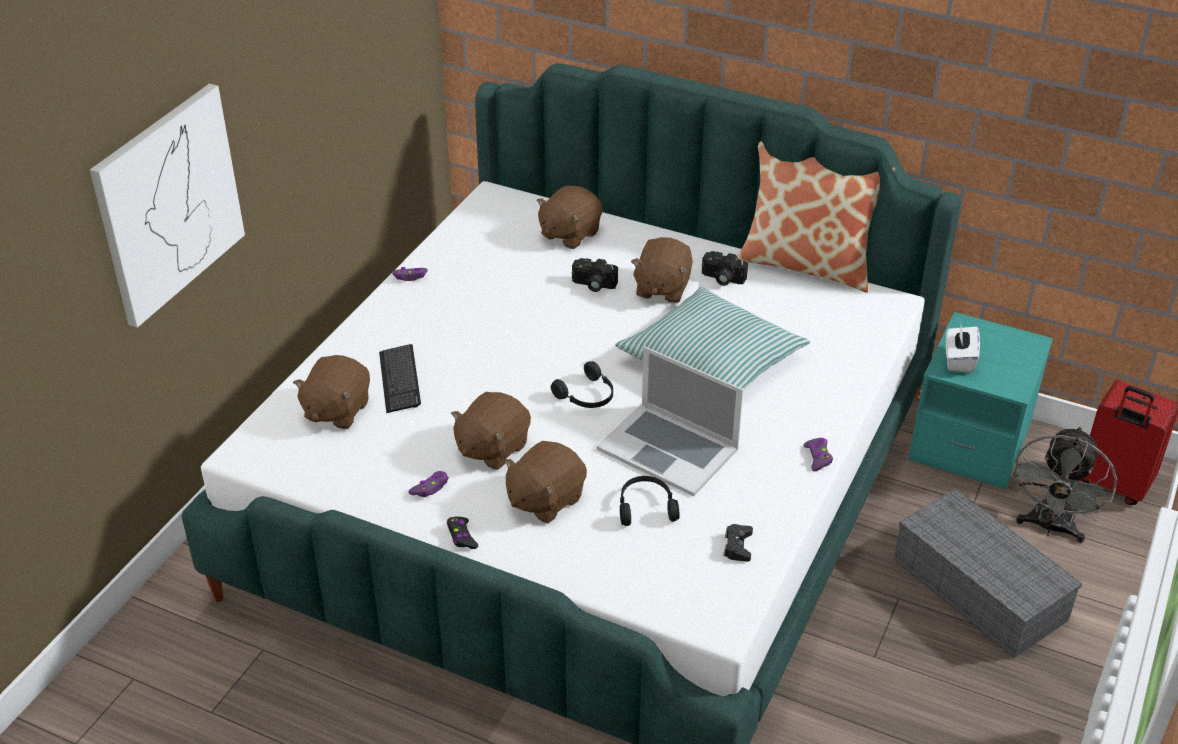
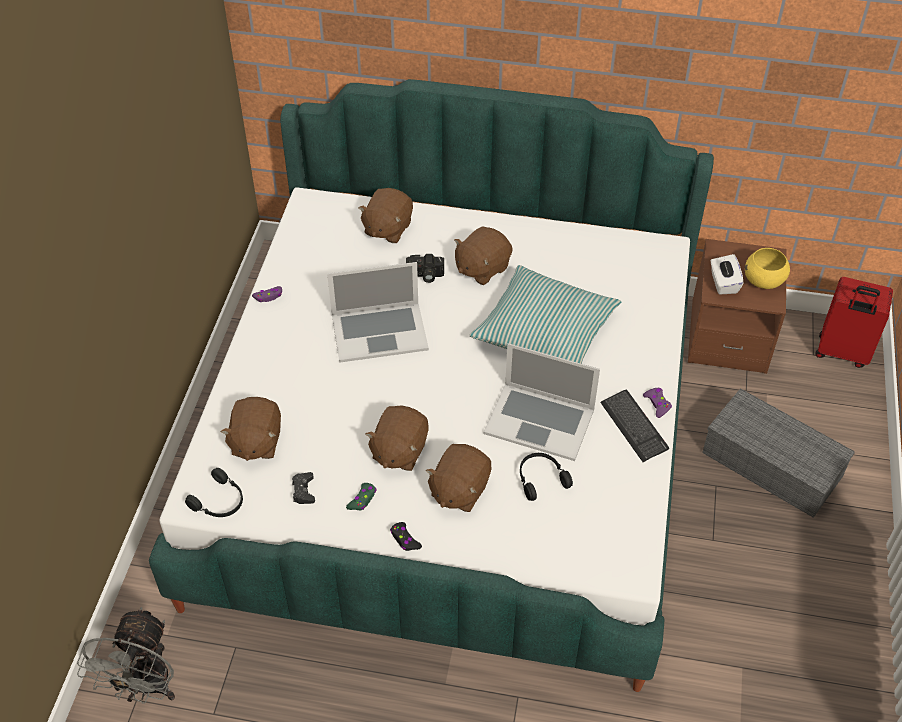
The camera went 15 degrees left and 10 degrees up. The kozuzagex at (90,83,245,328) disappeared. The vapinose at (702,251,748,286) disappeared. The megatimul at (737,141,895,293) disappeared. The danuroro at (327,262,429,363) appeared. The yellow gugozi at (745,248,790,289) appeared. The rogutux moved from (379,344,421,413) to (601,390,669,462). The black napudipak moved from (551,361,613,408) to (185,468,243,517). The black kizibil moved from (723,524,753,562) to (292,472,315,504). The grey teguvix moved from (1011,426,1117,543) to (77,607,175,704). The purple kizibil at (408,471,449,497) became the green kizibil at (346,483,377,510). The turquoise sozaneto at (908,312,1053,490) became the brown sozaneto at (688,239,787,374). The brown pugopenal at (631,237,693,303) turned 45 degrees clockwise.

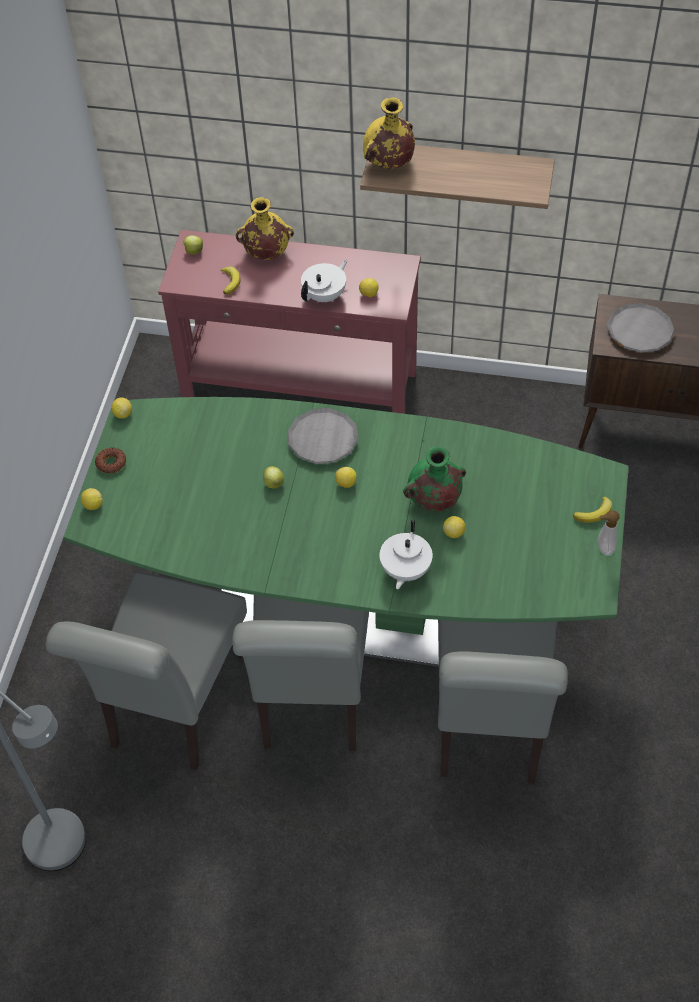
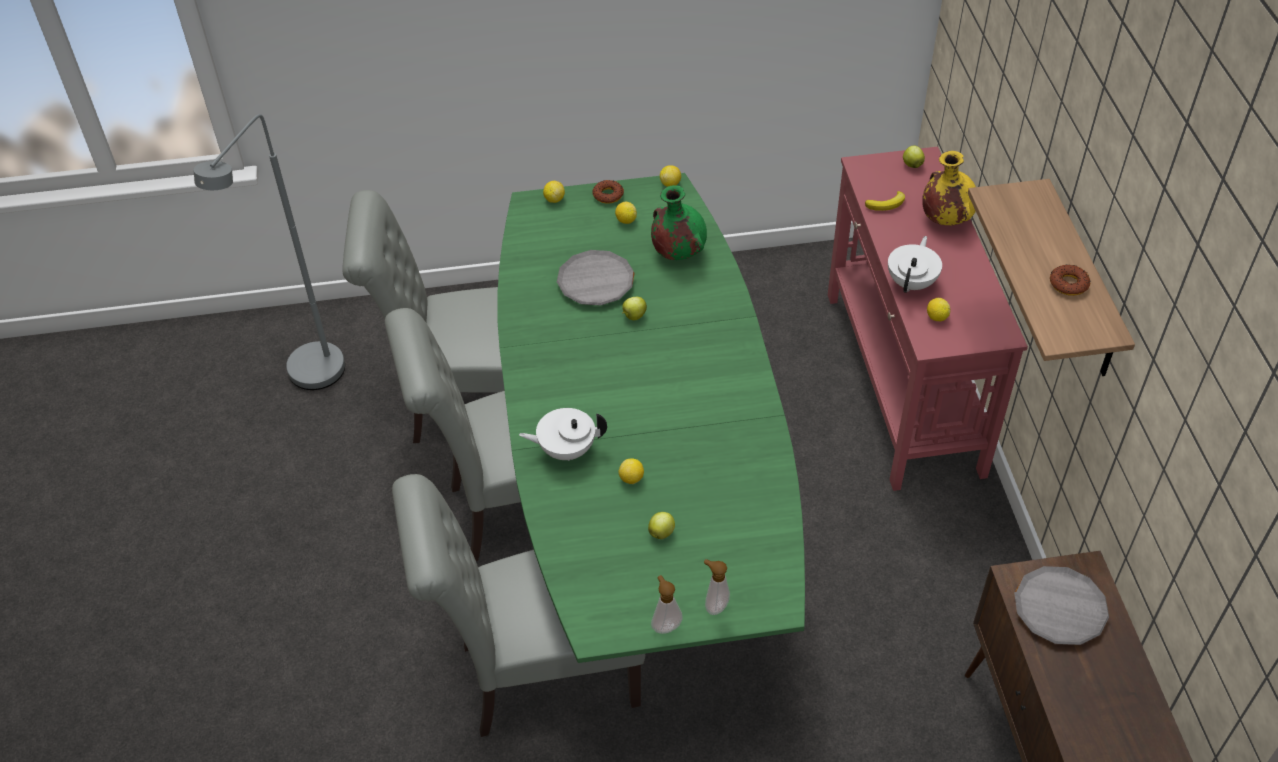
The camera went 70 degrees right and 5 degrees down. The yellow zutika at (363,97,415,169) disappeared. The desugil at (648,512,675,539) appeared. The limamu at (1050,264,1091,296) appeared. The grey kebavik moved from (287,408,358,464) to (557,250,635,306). The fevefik moved from (335,467,357,488) to (615,202,637,224). The green zutika moved from (403,446,466,511) to (651,185,707,260). The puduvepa at (573,496,612,523) was replaced by the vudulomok at (704,559,730,615). The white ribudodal at (301,260,348,302) turned 90 degrees counterclockwise.

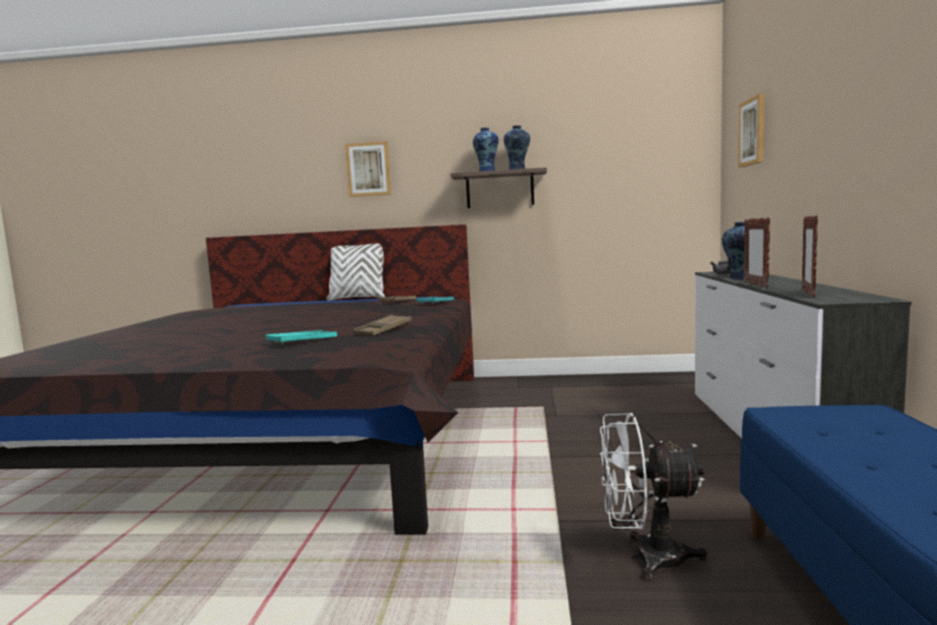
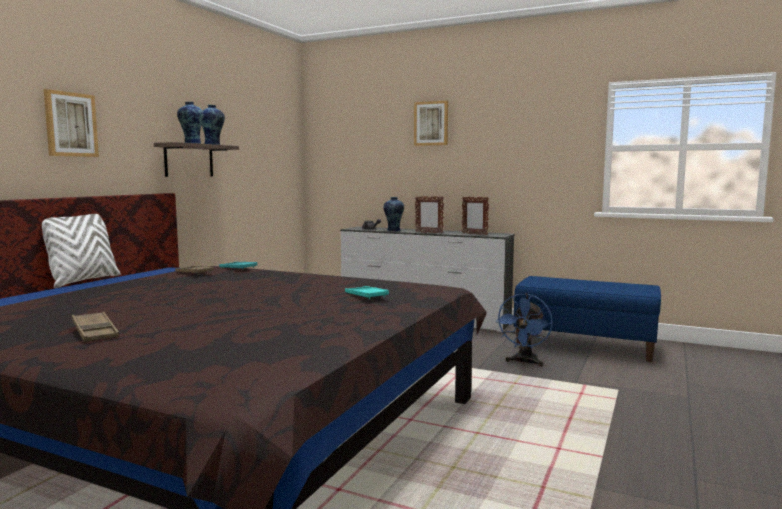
The camera went 70 degrees left and 0 degrees up. The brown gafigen moved from (353,315,412,336) to (72,312,119,342). The kozuzagex moved from (738,93,765,167) to (414,101,448,146). The white teguvix at (600,413,707,581) became the blue teguvix at (495,293,553,367).

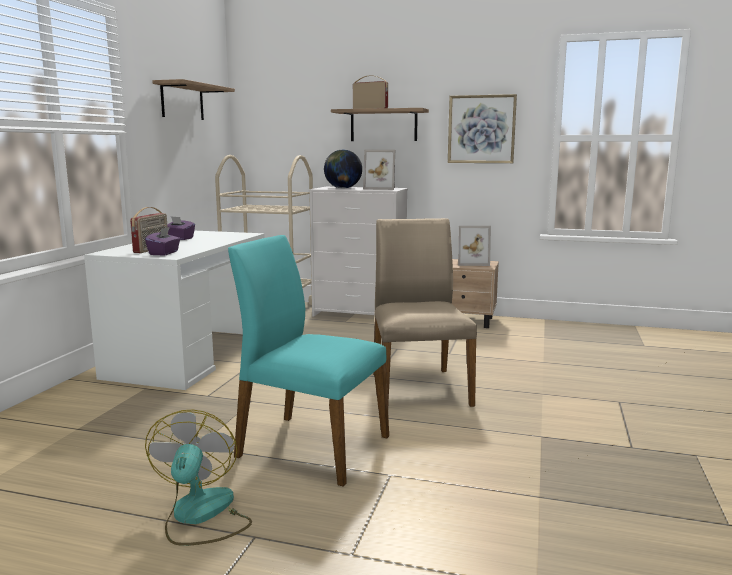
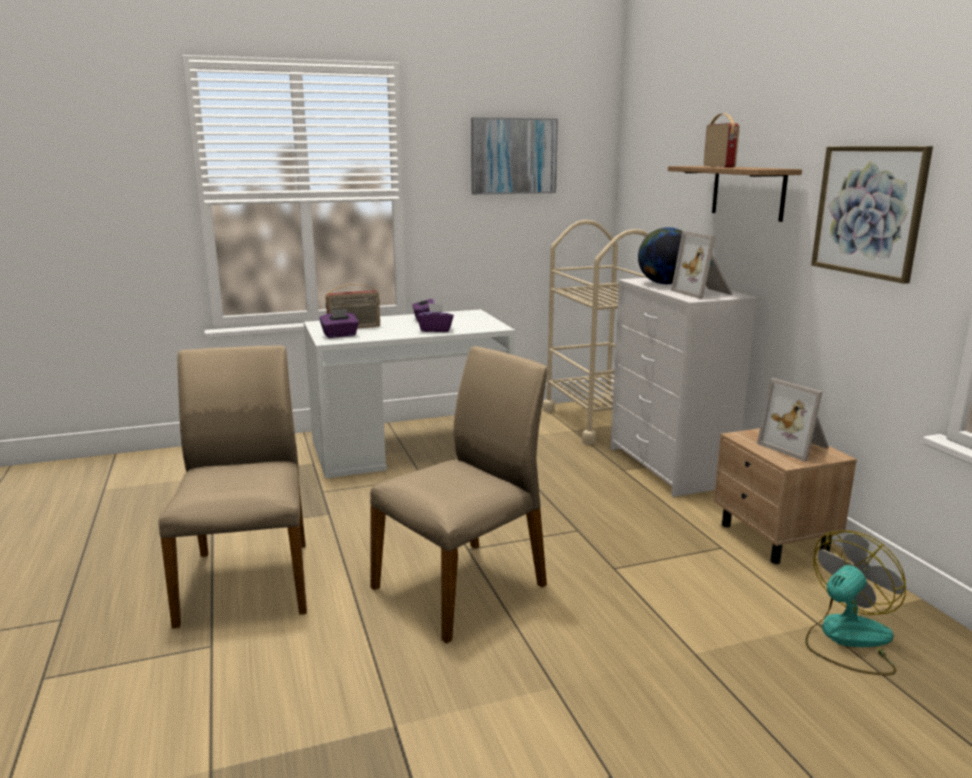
The camera went 55 degrees right and 5 degrees up. The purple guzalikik at (417,303,454,332) appeared. The teguvix moved from (145,410,252,546) to (805,530,906,675). The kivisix at (152,79,235,120) was replaced by the kozuzagex at (471,117,558,195). The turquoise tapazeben at (228,235,389,487) became the beige tapazeben at (159,345,307,628).

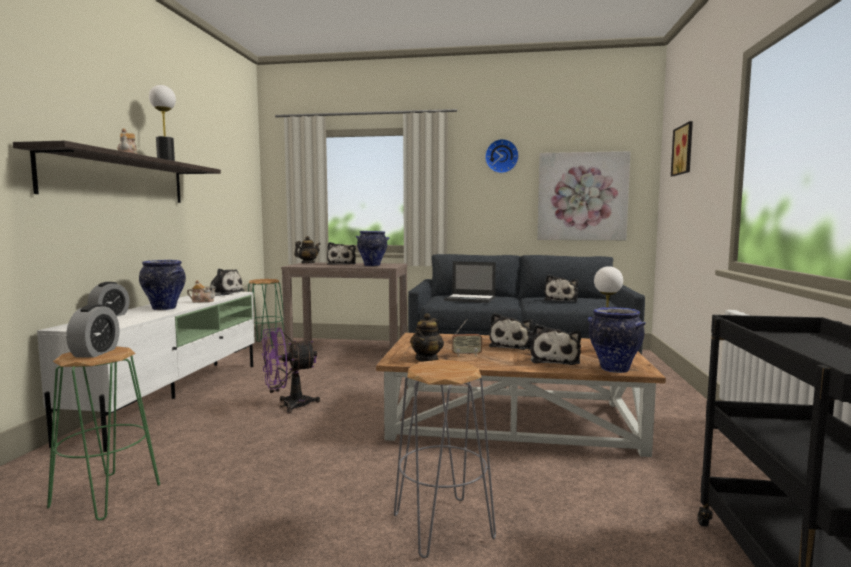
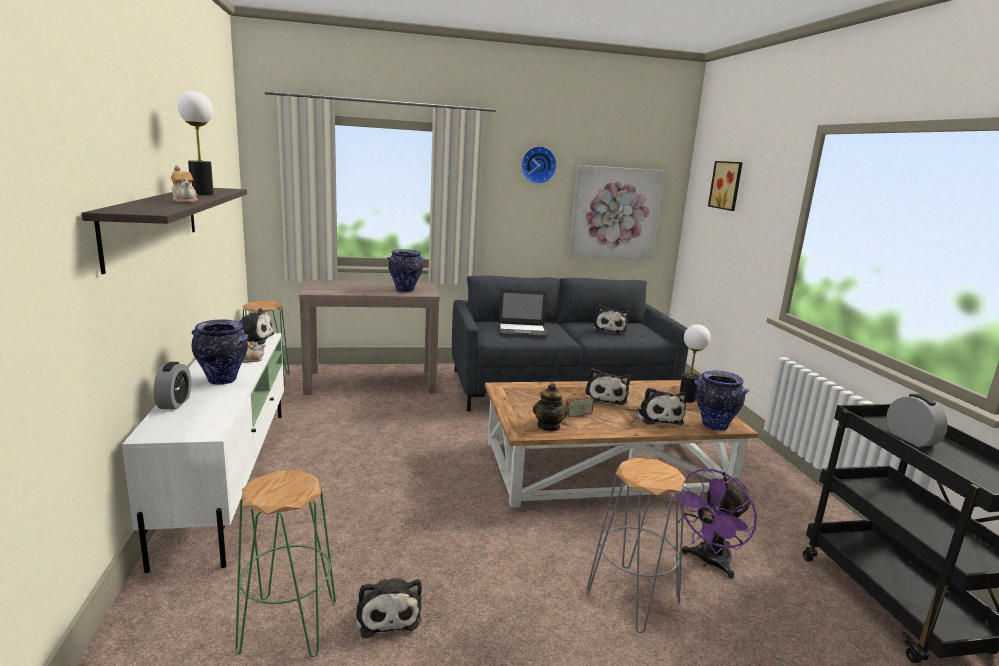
The camera went 20 degrees left and 10 degrees up. The ribudodal at (294,236,320,263) disappeared. The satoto moved from (66,304,119,357) to (886,394,948,447). The purple teguvix moved from (262,327,320,414) to (673,469,757,579). The pugopenal moved from (327,242,356,265) to (356,578,422,638).

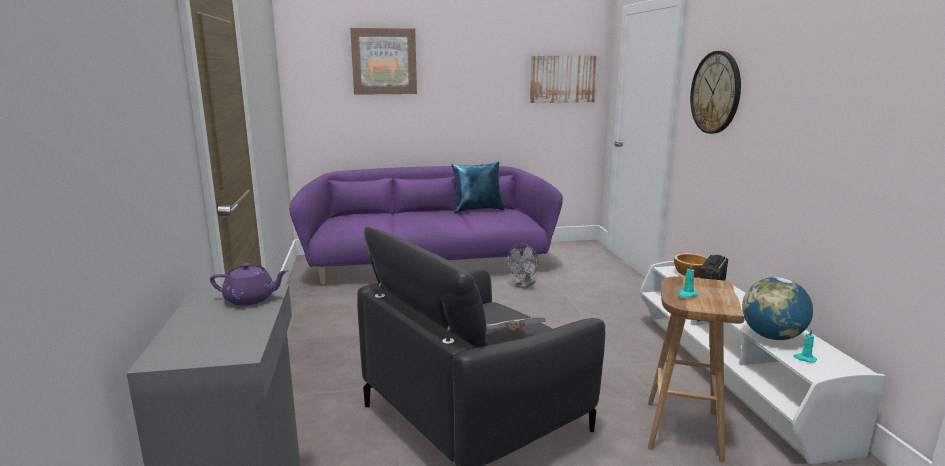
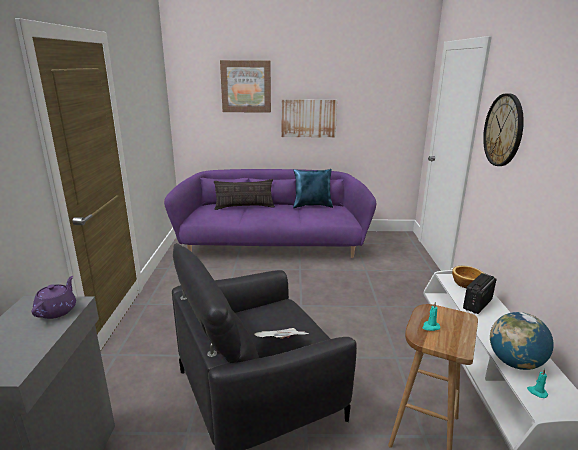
The camera went 10 degrees right and 5 degrees up. The grey teguvix at (507,243,538,289) disappeared. The megatimul at (214,179,275,210) appeared. The kozuzagex moved from (530,56,599,103) to (281,99,337,138). The purple ribudodal at (210,263,288,306) turned 90 degrees counterclockwise.

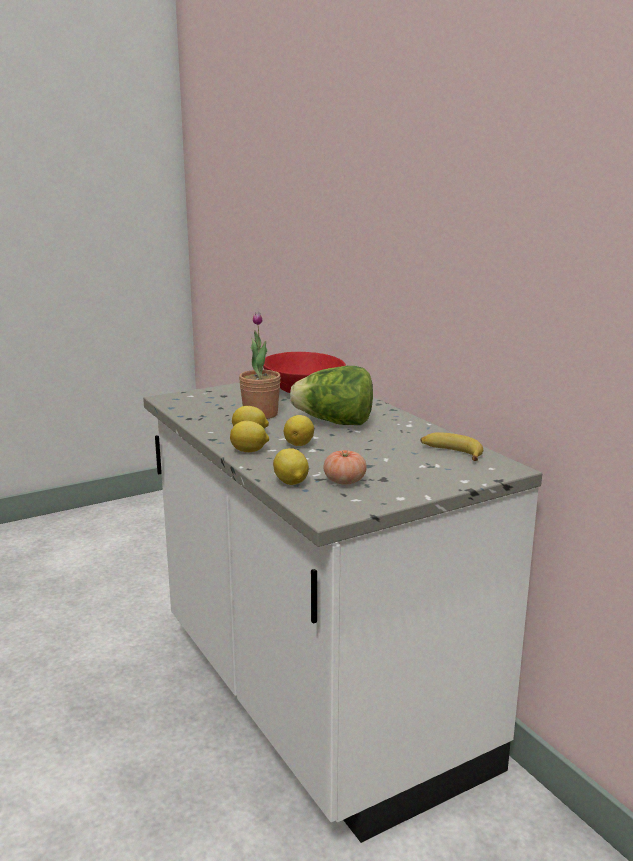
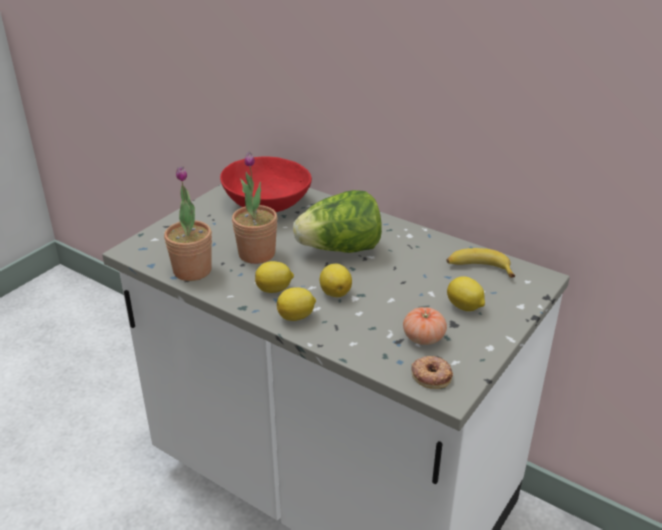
The camera went 25 degrees left and 15 degrees up. The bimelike at (164,166,212,281) appeared. The limamu at (411,356,453,389) appeared. The fevefik moved from (273,448,309,485) to (447,276,485,311).

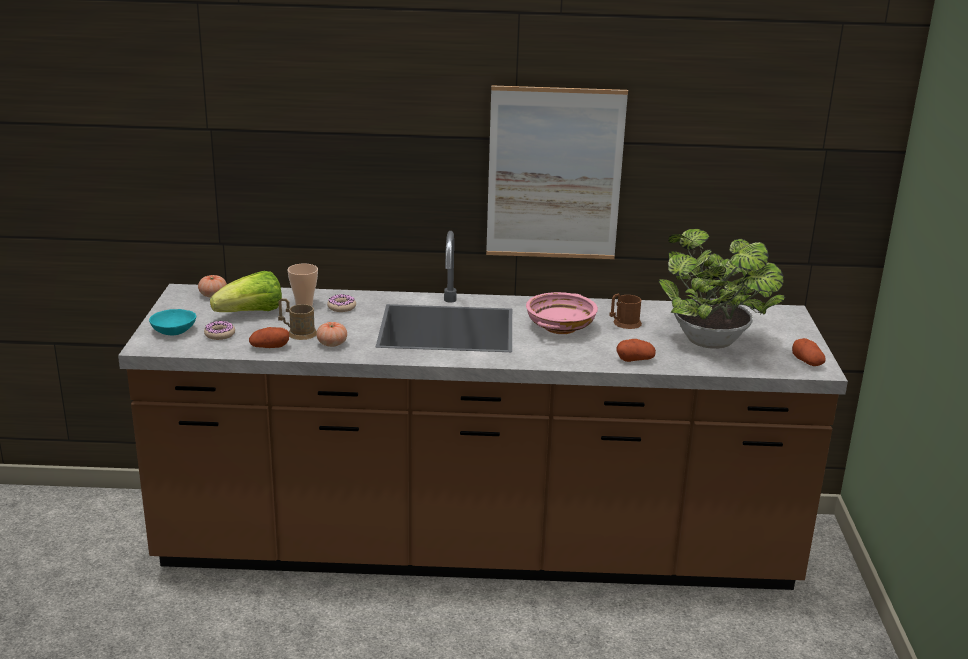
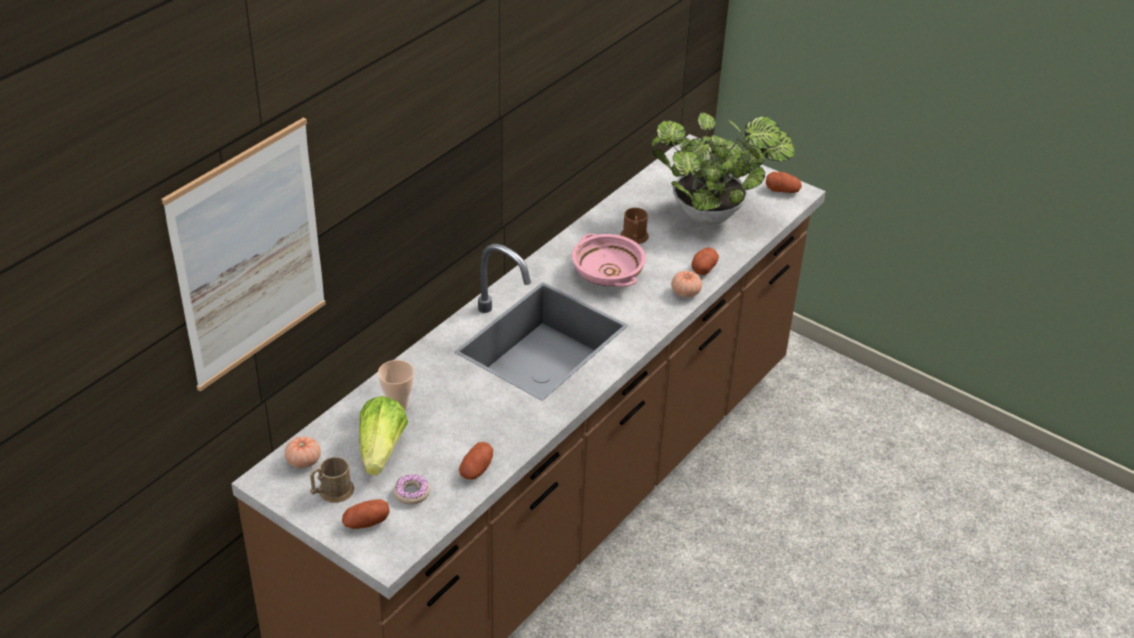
The camera went 55 degrees left and 15 degrees up. The limamu at (327,294,356,312) disappeared. The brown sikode moved from (278,298,317,340) to (310,457,354,503). The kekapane moved from (316,322,347,347) to (671,271,702,298). The kozuzagex moved from (486,85,628,259) to (162,117,326,392). The turquoise gugozi at (149,309,196,335) was replaced by the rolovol at (342,499,389,529).

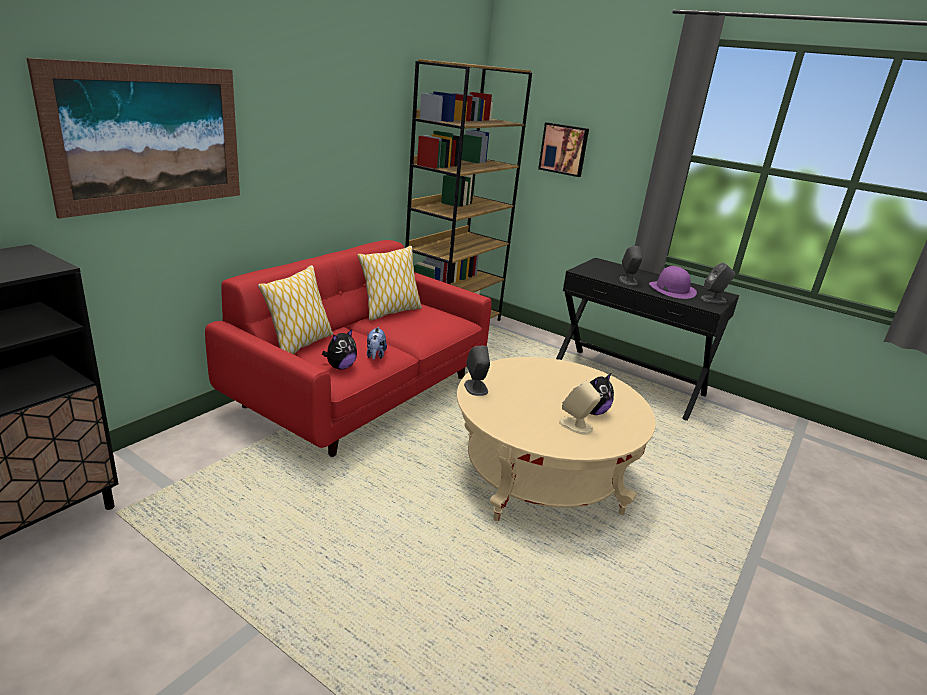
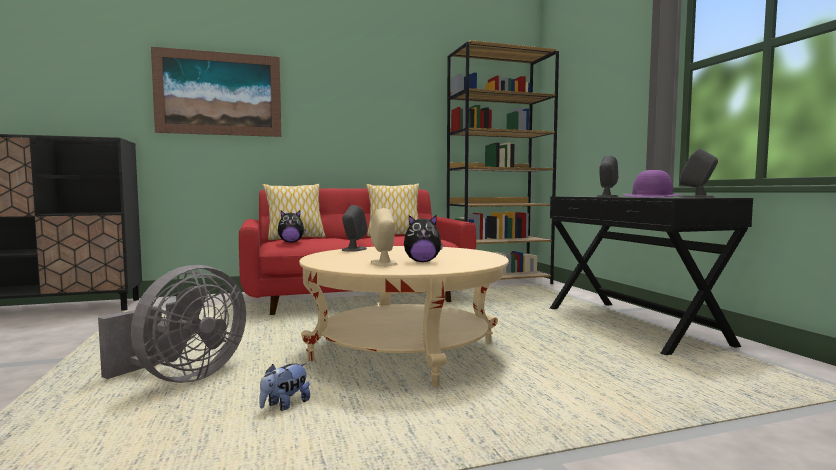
The camera went 40 degrees right and 20 degrees down. The kozuzagex at (538,122,589,177) disappeared. The grey teguvix at (98,265,246,383) appeared. The pugopenal moved from (367,327,387,360) to (259,363,310,411).

